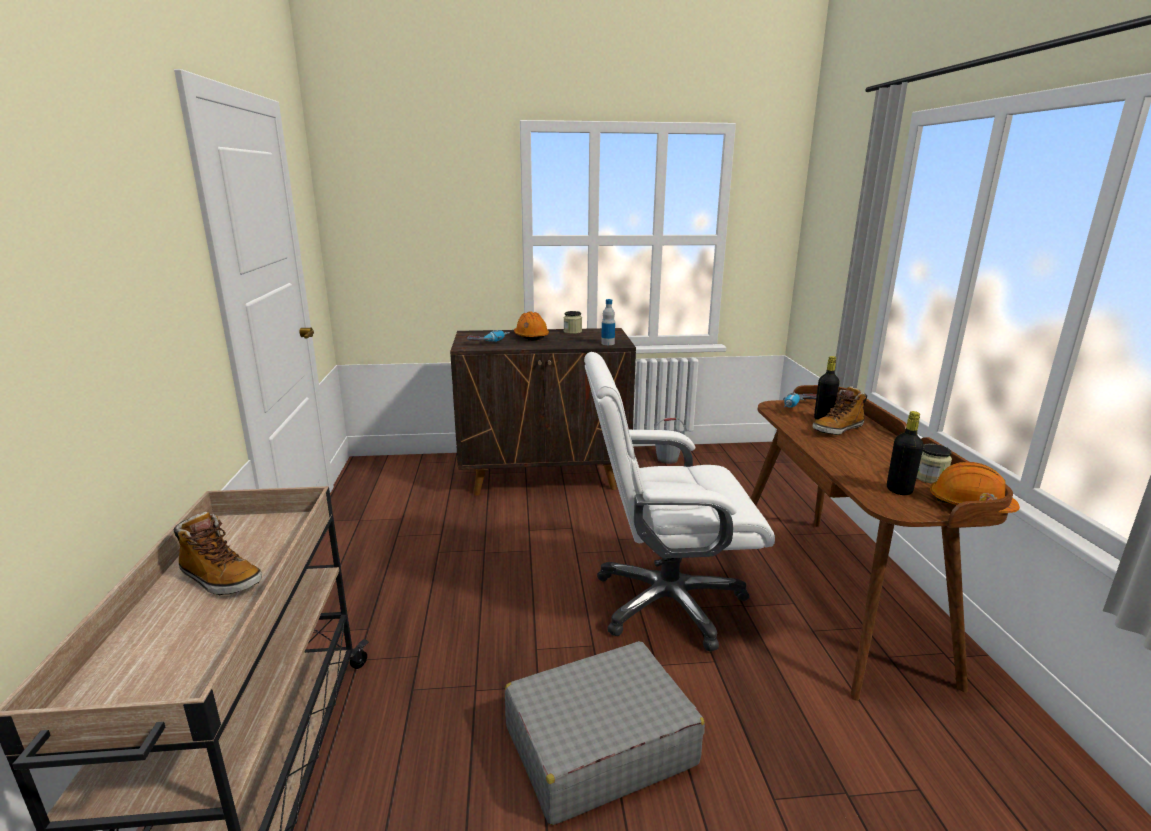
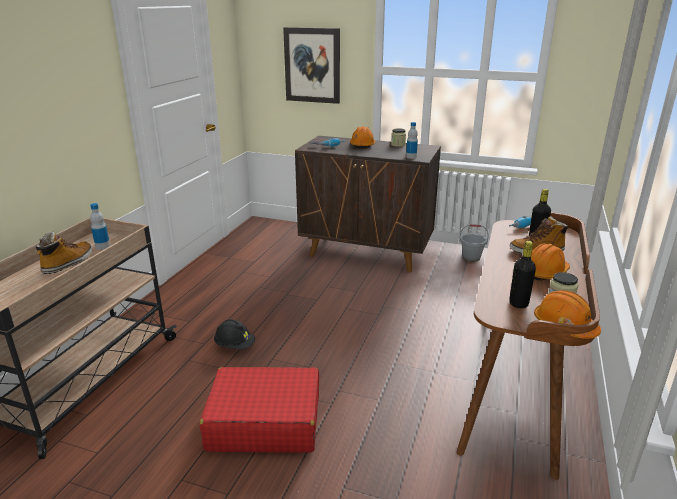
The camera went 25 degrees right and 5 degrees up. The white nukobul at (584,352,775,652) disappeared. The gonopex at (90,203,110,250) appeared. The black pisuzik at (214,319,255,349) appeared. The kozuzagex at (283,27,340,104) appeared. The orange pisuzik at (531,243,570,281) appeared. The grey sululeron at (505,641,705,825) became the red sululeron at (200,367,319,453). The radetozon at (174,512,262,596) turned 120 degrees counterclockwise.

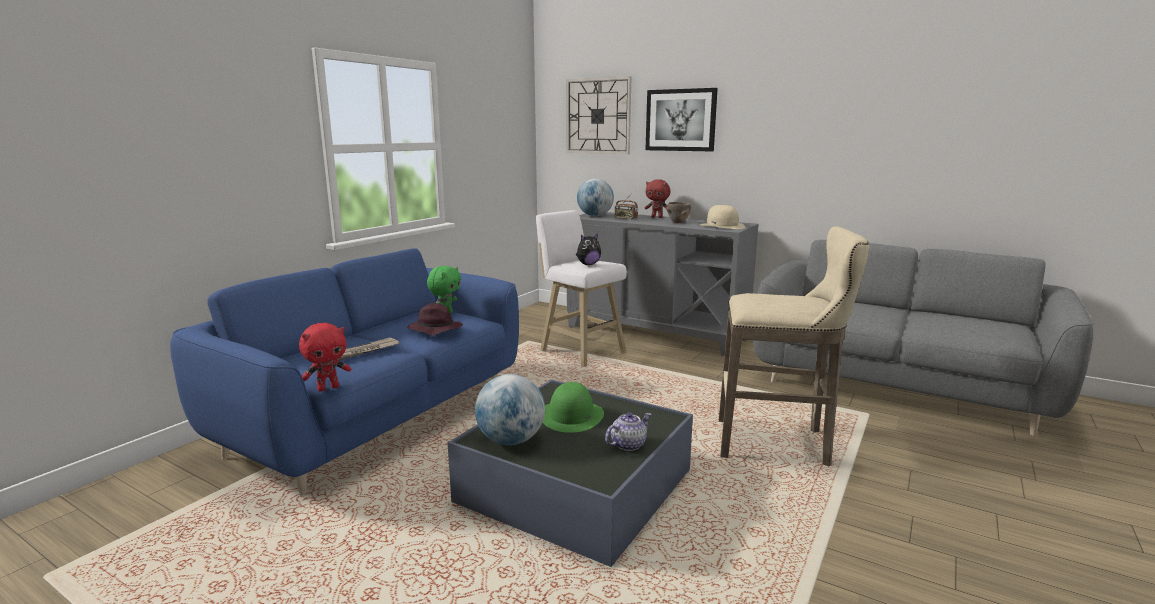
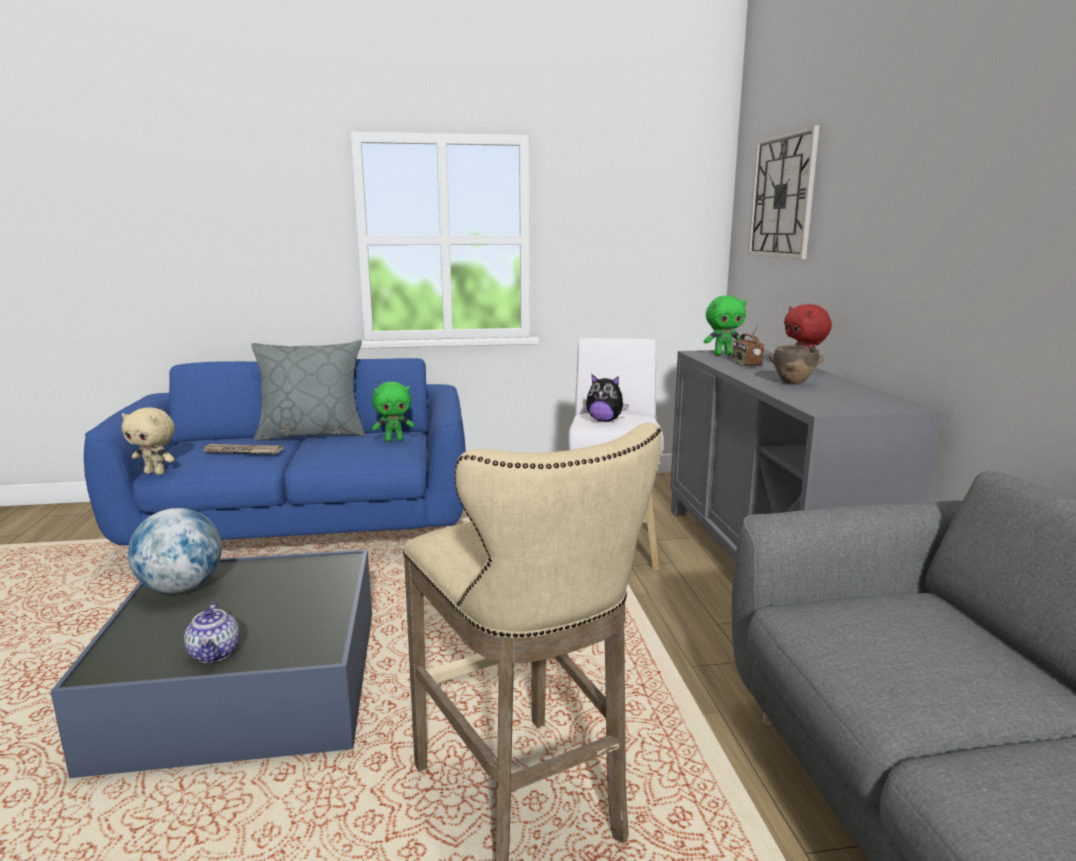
The camera went 50 degrees right and 0 degrees up. The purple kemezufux at (407,303,463,335) disappeared. The green kemezufux at (543,382,604,433) disappeared. The kozuzagex at (645,88,718,151) disappeared. The beige kemezufux at (700,205,745,229) disappeared. The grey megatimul at (252,340,365,441) appeared. The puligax at (577,179,614,216) was replaced by the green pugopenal at (704,296,747,355). The red pugopenal at (299,323,351,391) became the beige pugopenal at (122,407,175,475). The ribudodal at (605,413,651,451) turned 60 degrees clockwise.

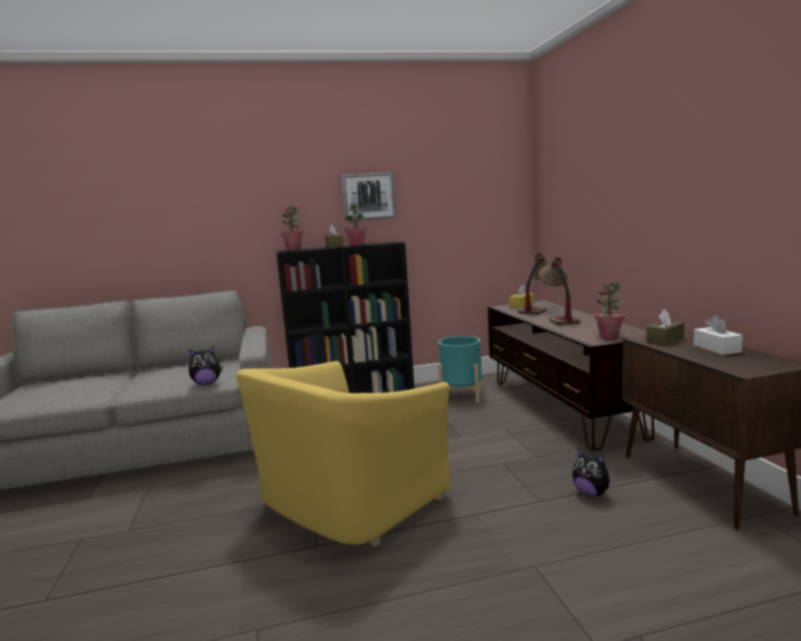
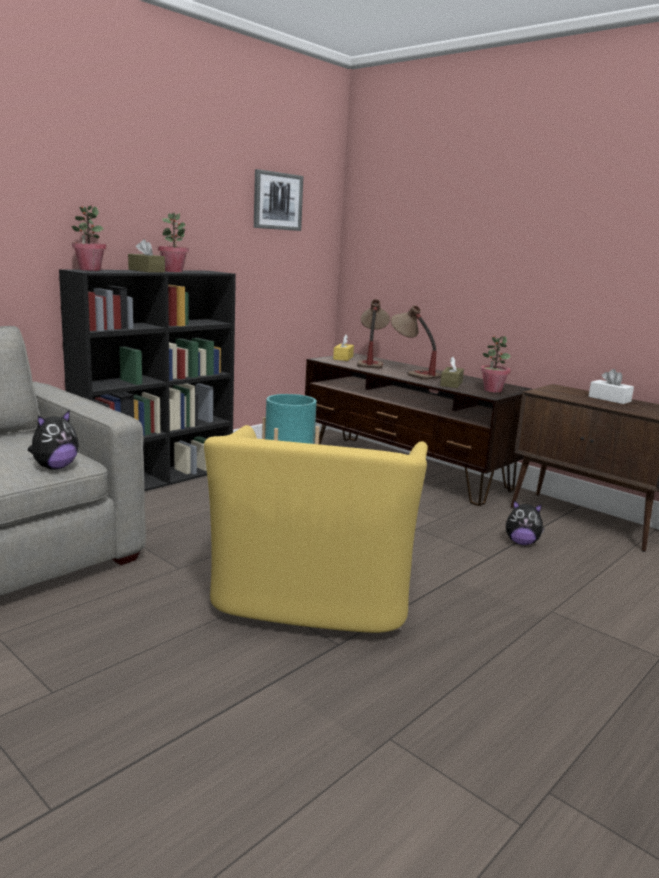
The camera went 35 degrees left and 5 degrees up. The kozuzagex moved from (341,172,396,221) to (254,169,304,231). The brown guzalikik moved from (646,309,684,345) to (440,357,464,388).

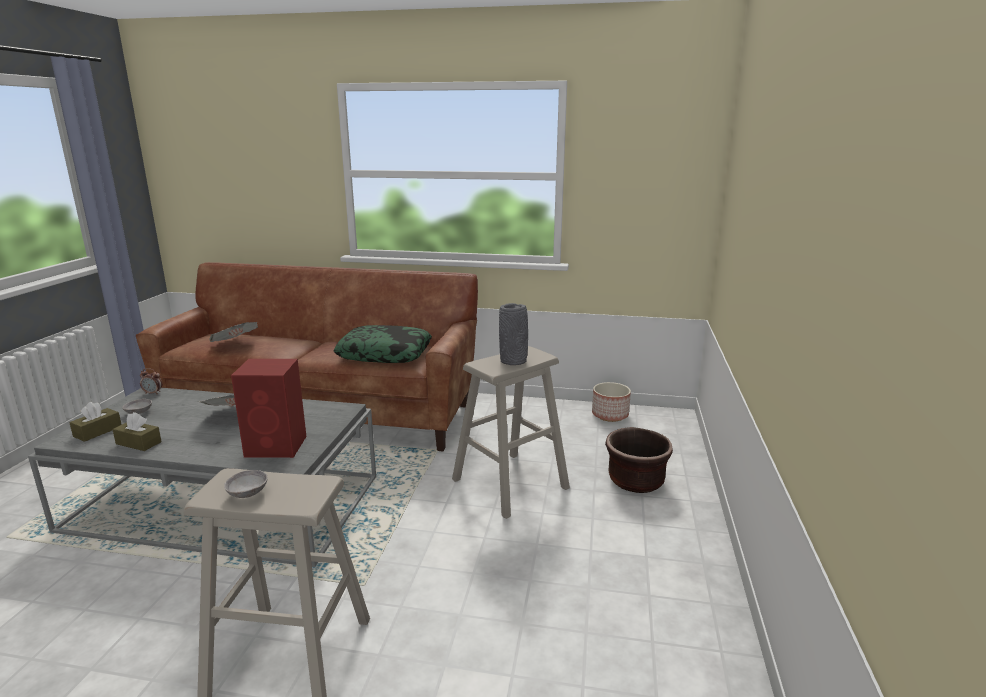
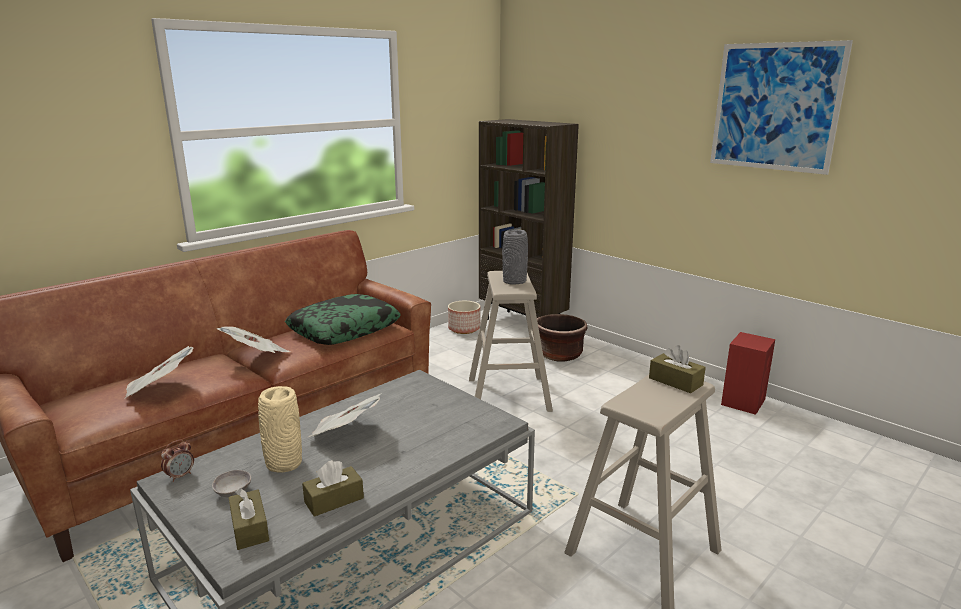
The camera went 55 degrees left and 0 degrees up. The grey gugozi at (224,470,268,498) disappeared. The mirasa at (216,326,291,353) appeared. The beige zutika at (258,386,302,473) appeared. The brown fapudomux at (479,119,579,320) appeared. The brown guzalikik at (649,345,706,393) appeared. The kozuzagex at (710,40,853,175) appeared. The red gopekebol moved from (231,359,307,458) to (721,332,775,415).

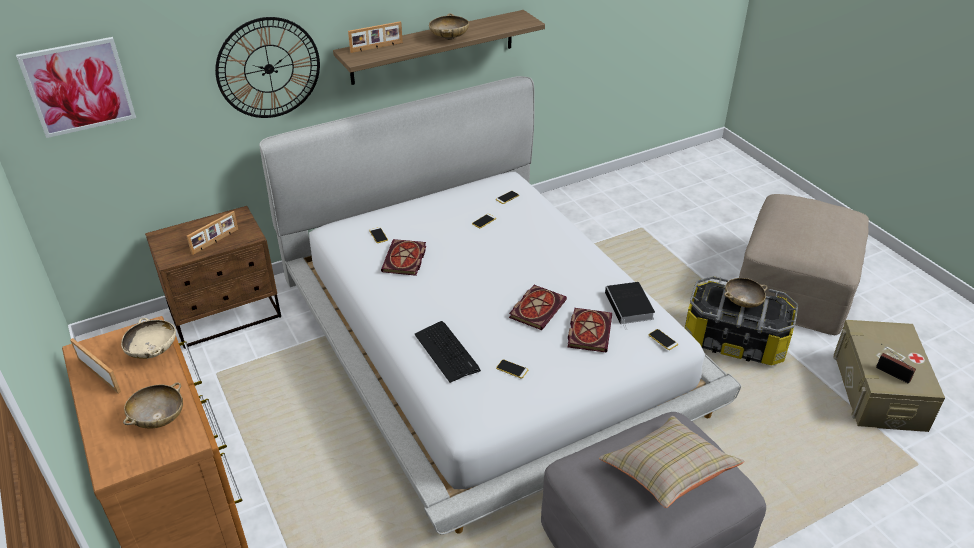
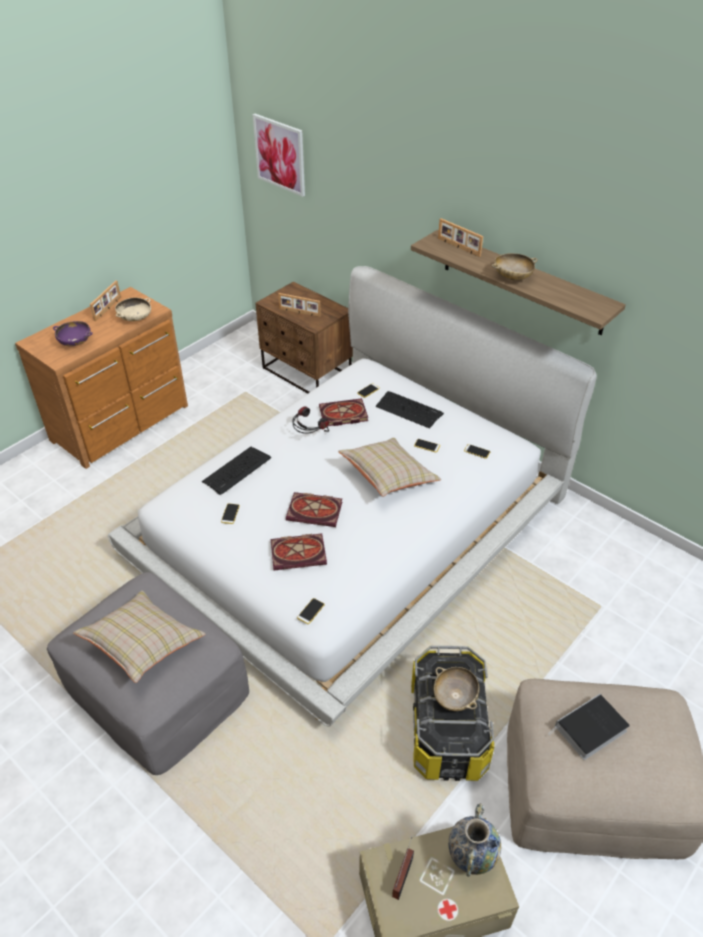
The camera went 70 degrees right and 5 degrees up. The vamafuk at (215,17,320,118) disappeared. The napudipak at (292,407,329,434) appeared. The beige megatimul at (338,438,441,497) appeared. The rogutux at (376,391,444,428) appeared. The zutika at (448,803,501,877) appeared. The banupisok moved from (605,282,655,330) to (548,694,630,760). The beige gugozi at (123,382,183,429) became the purple gugozi at (53,321,93,346).

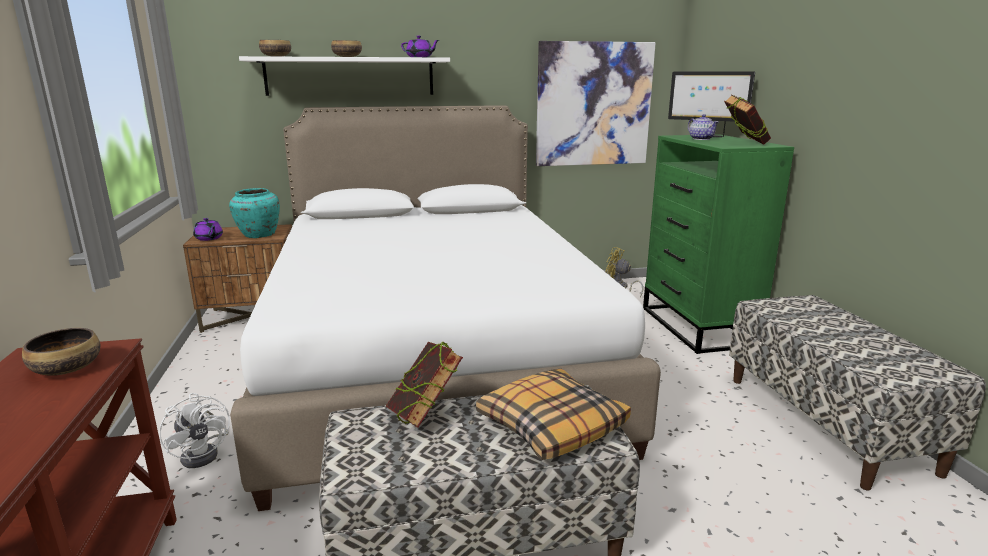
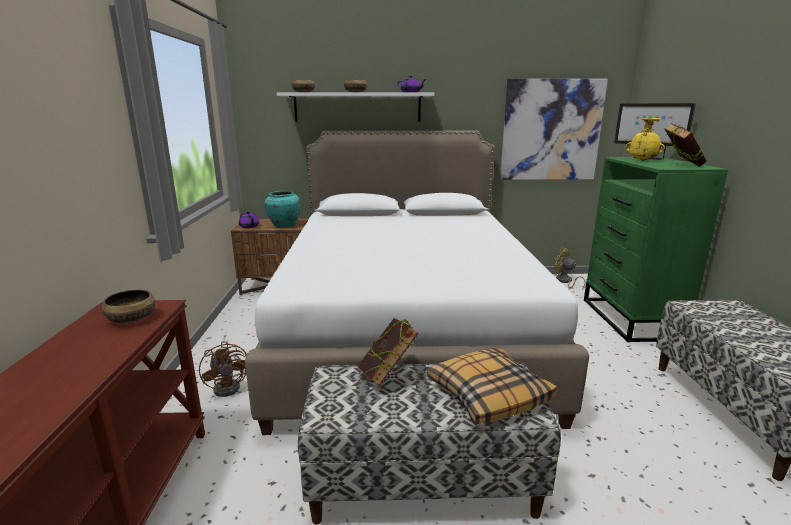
The camera went 10 degrees right and 0 degrees up. The ribudodal at (688,114,719,140) was replaced by the yellow zutika at (625,118,665,161). The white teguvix at (159,393,230,468) became the brown teguvix at (199,341,247,397).

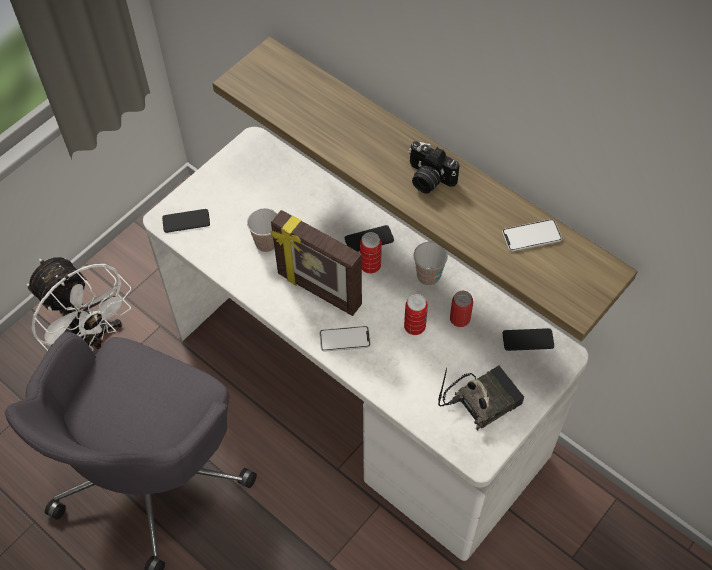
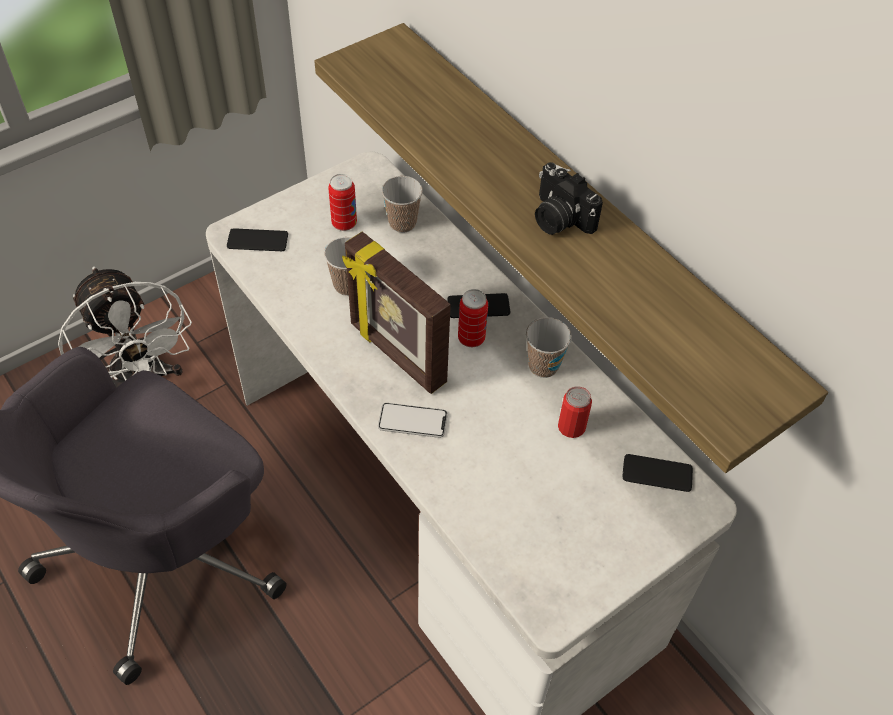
The camera went 10 degrees right and 5 degrees down. The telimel at (438,366,524,431) disappeared. The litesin at (502,219,562,251) disappeared. The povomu at (382,176,423,233) appeared. The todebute moved from (404,294,428,335) to (328,174,357,231).

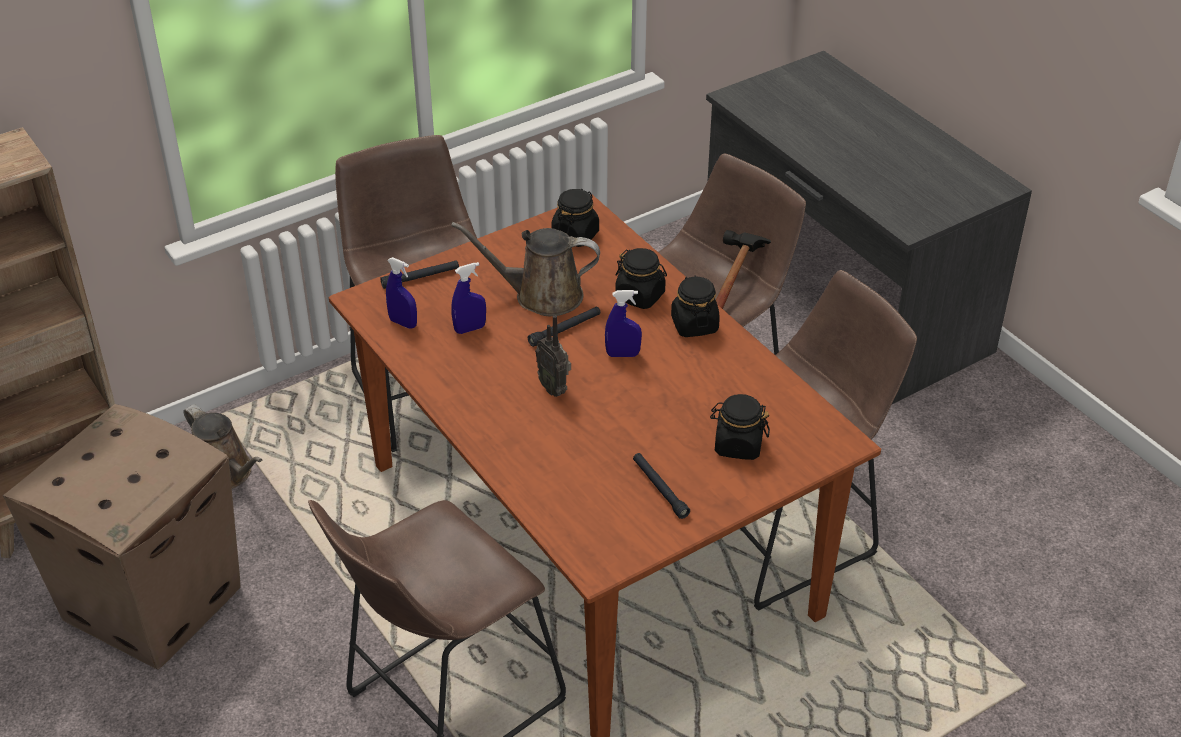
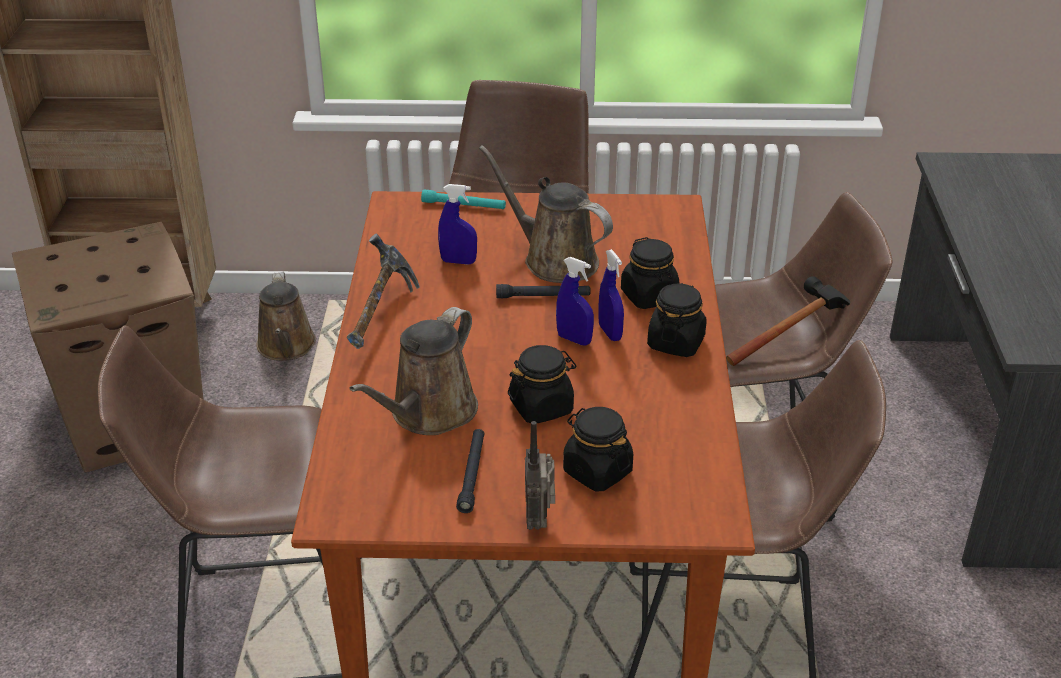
The camera went 35 degrees right and 5 degrees down. The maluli at (347,233,420,349) appeared. The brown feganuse at (349,307,478,435) appeared. The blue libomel moved from (386,257,417,329) to (598,249,624,341). The telimel moved from (535,315,571,397) to (525,421,555,530). The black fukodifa moved from (551,189,599,247) to (508,345,576,423). The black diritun at (380,261,459,289) became the turquoise diritun at (421,189,506,209).

